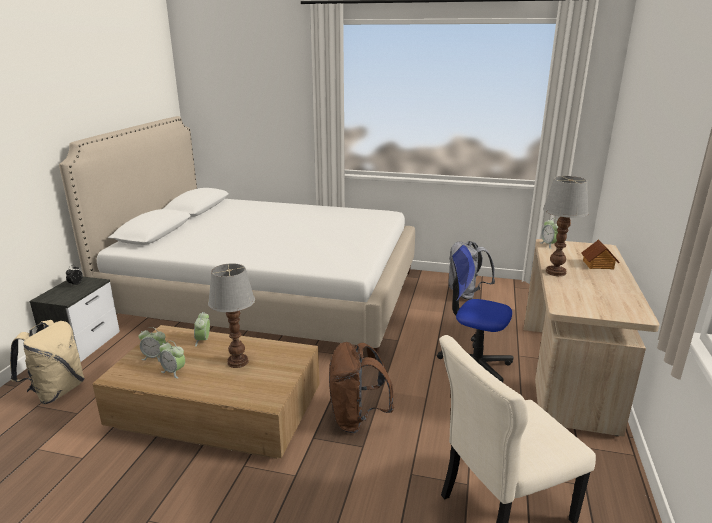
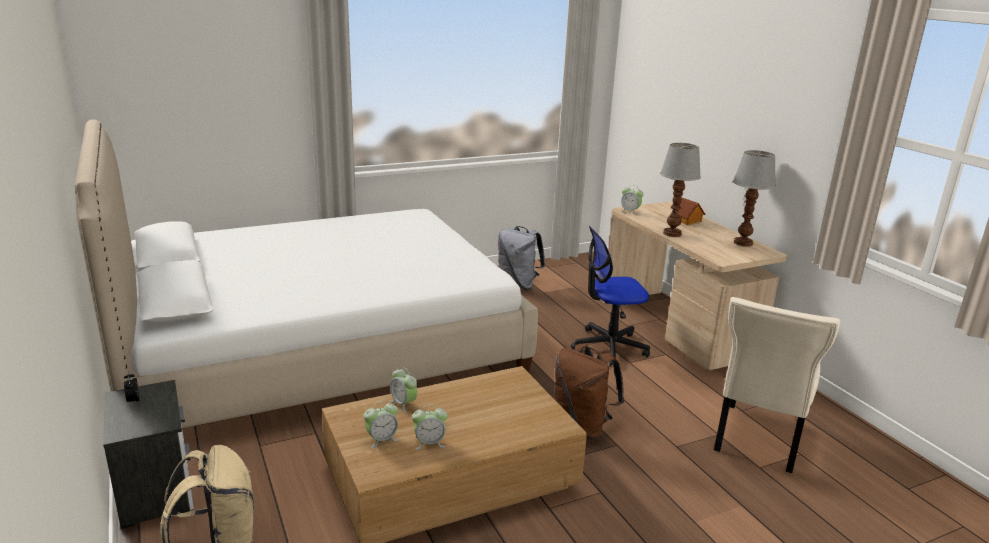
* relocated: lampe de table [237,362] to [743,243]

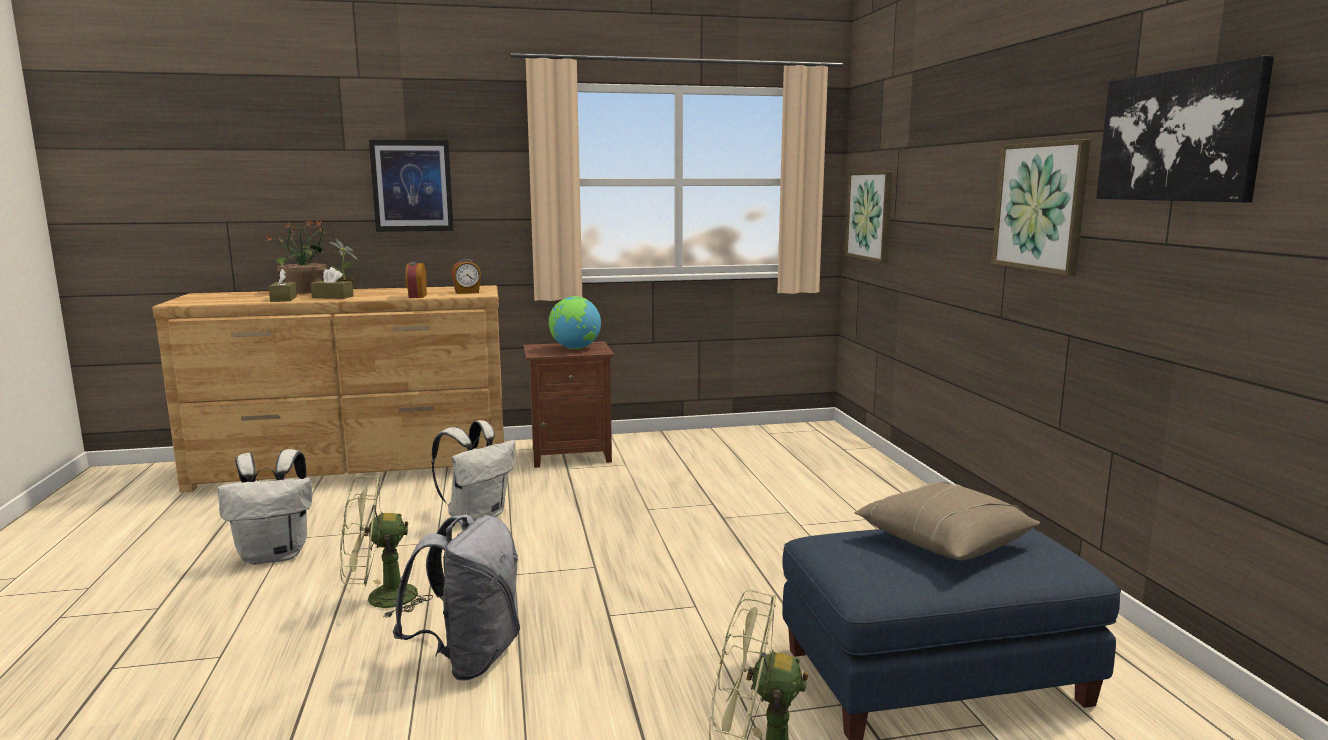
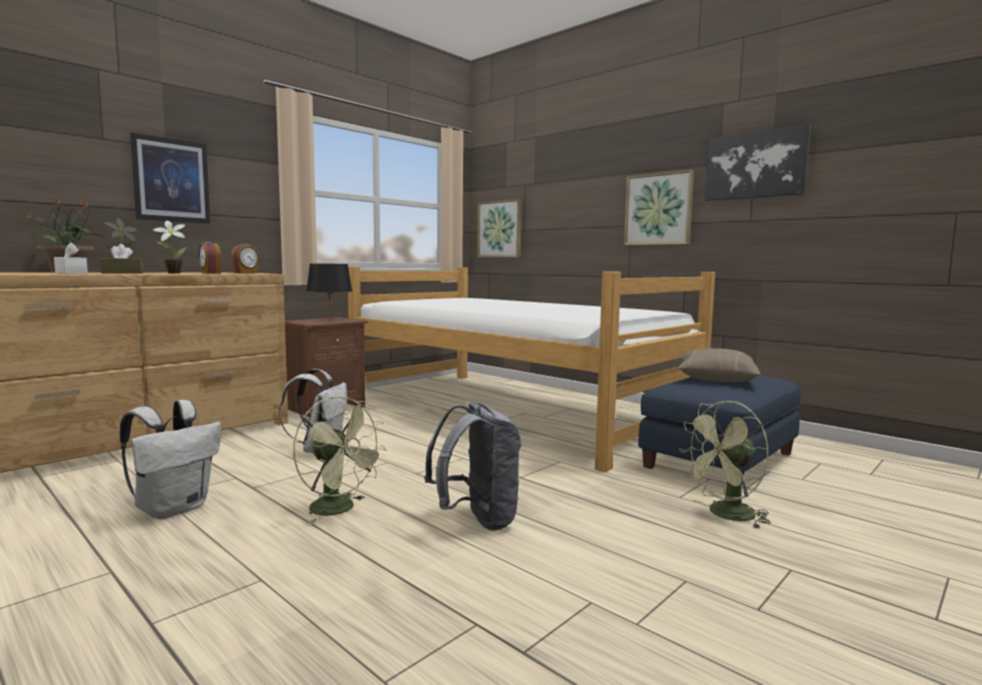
* colour: boîte à mouchoirs (marron) [283,299] to boîte à mouchoirs (blanc) [71,273]
* appeared: plante en pot [172,273]
* spun: ventilateur (vert) [380,600] = [340,510] 90 degrees counterclockwise
* exchanged: globe [575,348] to lampe de table (noir) [330,320]
* appeared: lit [513,410]

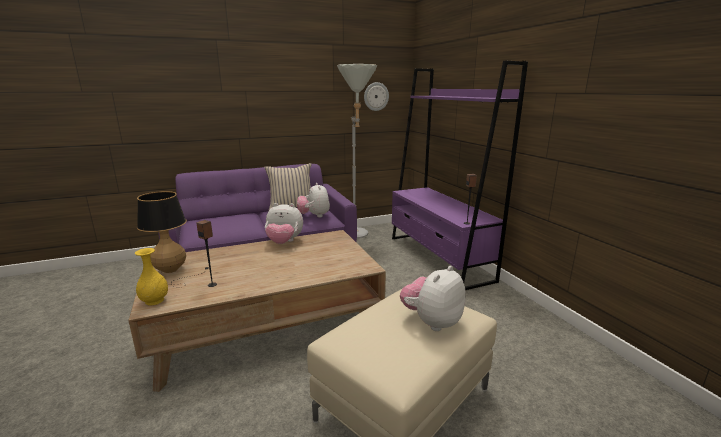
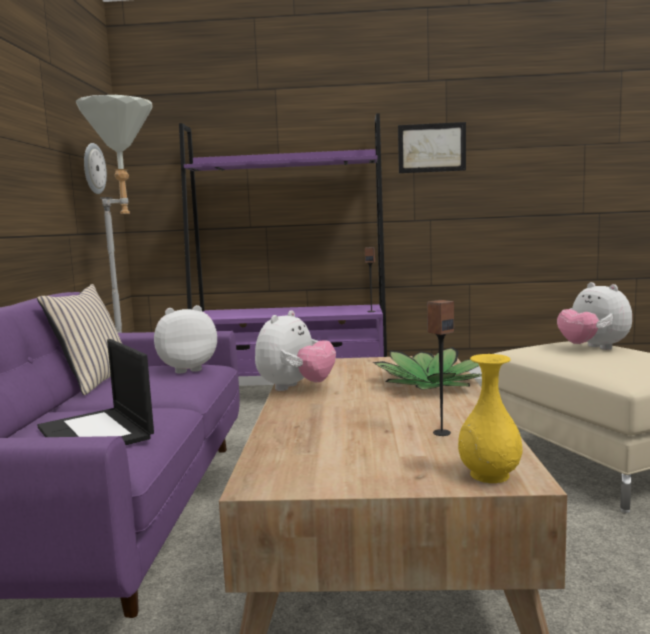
* appeared: ordinateur portable [96,433]
* spun: peluche [314,216] = [187,369] 150 degrees clockwise
* appeared: plante en pot [432,383]
* appeared: tableau [431,148]
* missing: lampe de table [172,272]

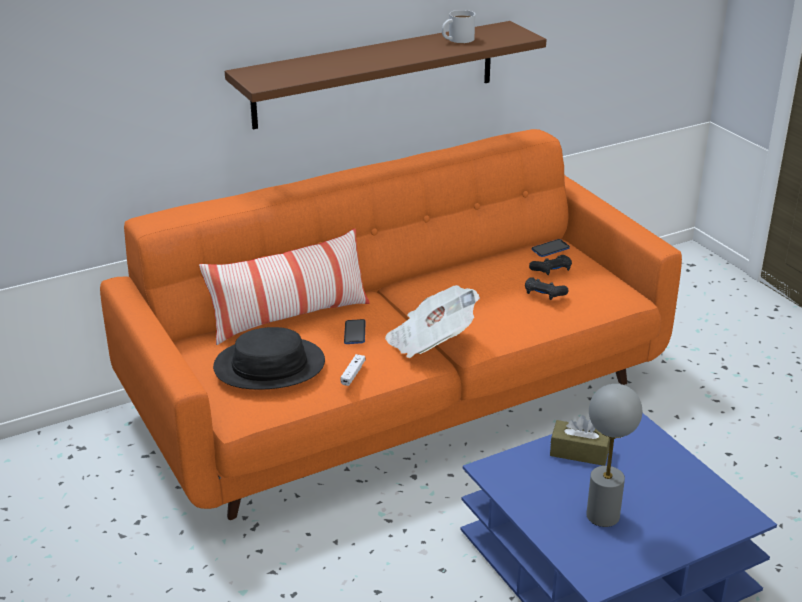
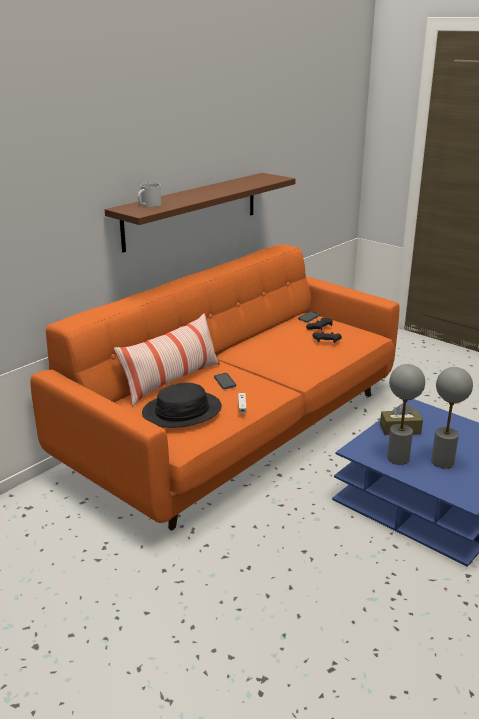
* relocated: mug (blanc) [457,40] to [148,205]
* appeared: lampe de table (gris) [398,458]
* missing: journal [431,341]

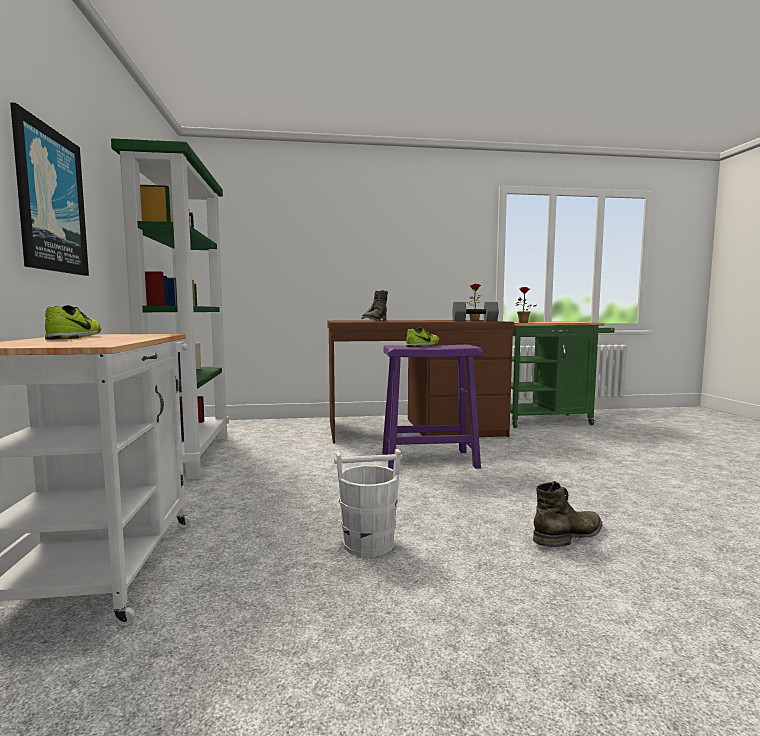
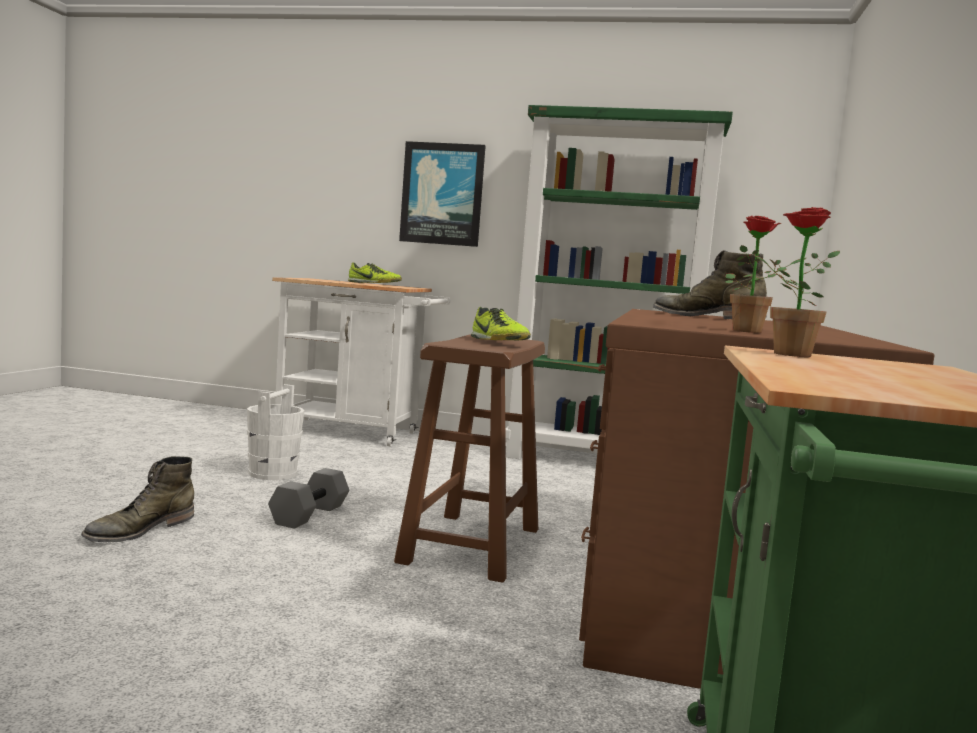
* spun: botte (vert) [569,535] = [139,529] 45 degrees clockwise
* relocated: haltère (gris) [474,321] to [308,514]
* colour: tabouret (violet) [428,460] to tabouret (marron) [472,545]

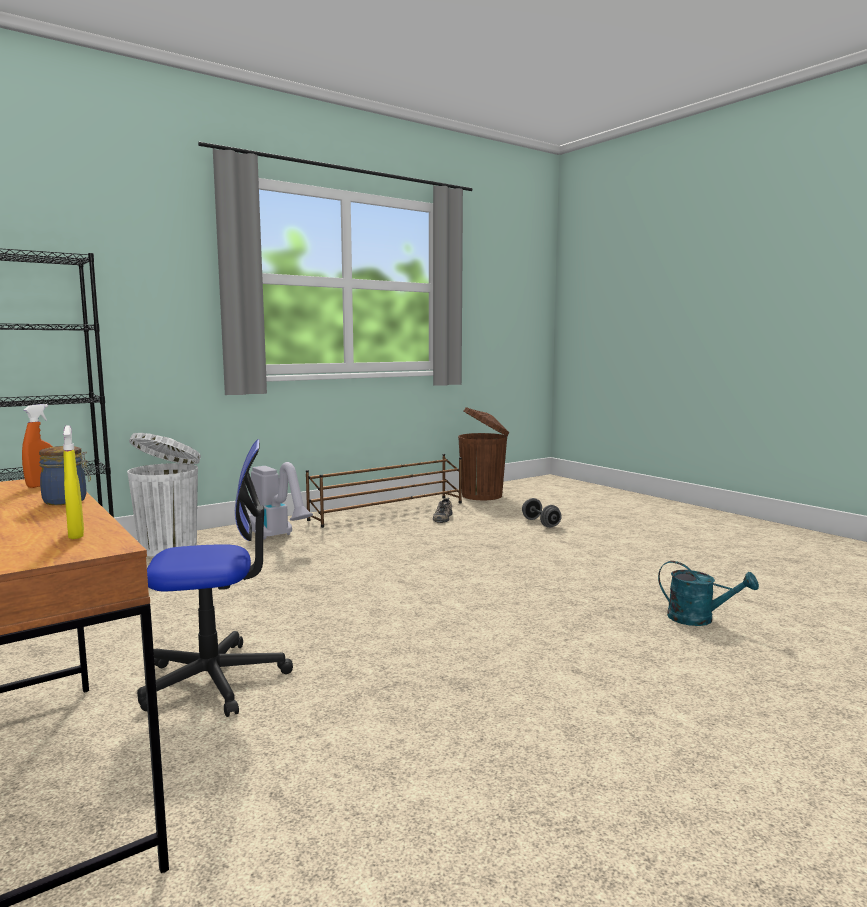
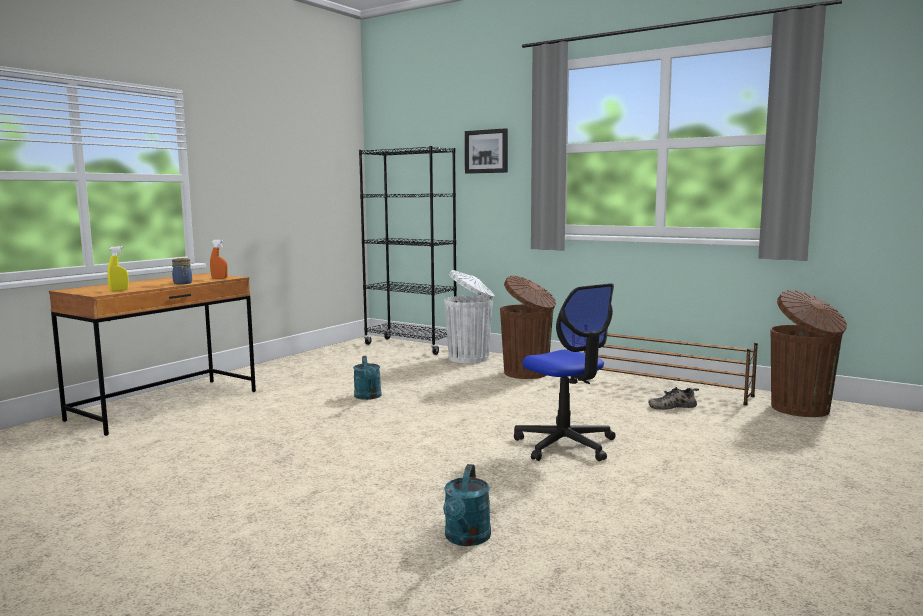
* appeared: arrosoir (turquoise) [368,397]
* appeared: tableau [486,151]
* exchanged: aspirateur [277,537] to poubelle (marron) [527,373]
* relocated: chaise de bureau [215,680] to [565,445]
* missing: haltère (gris) [540,523]

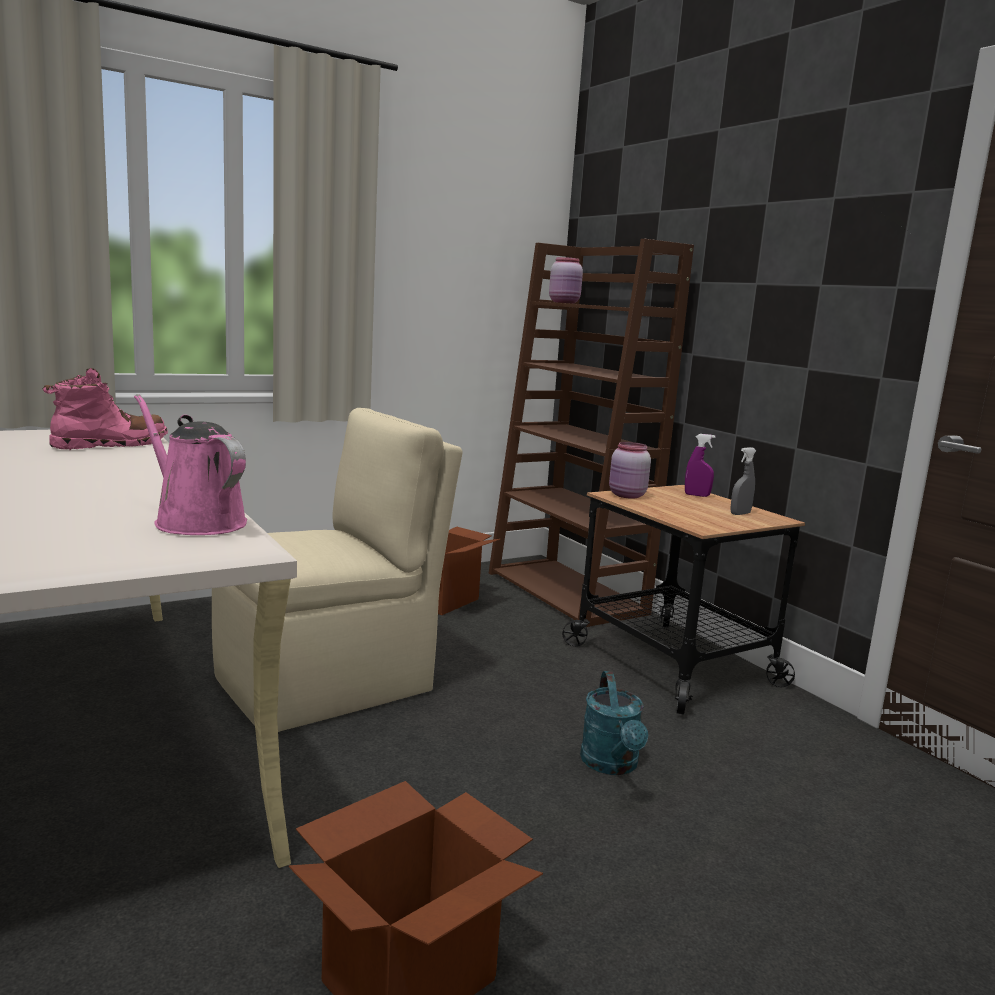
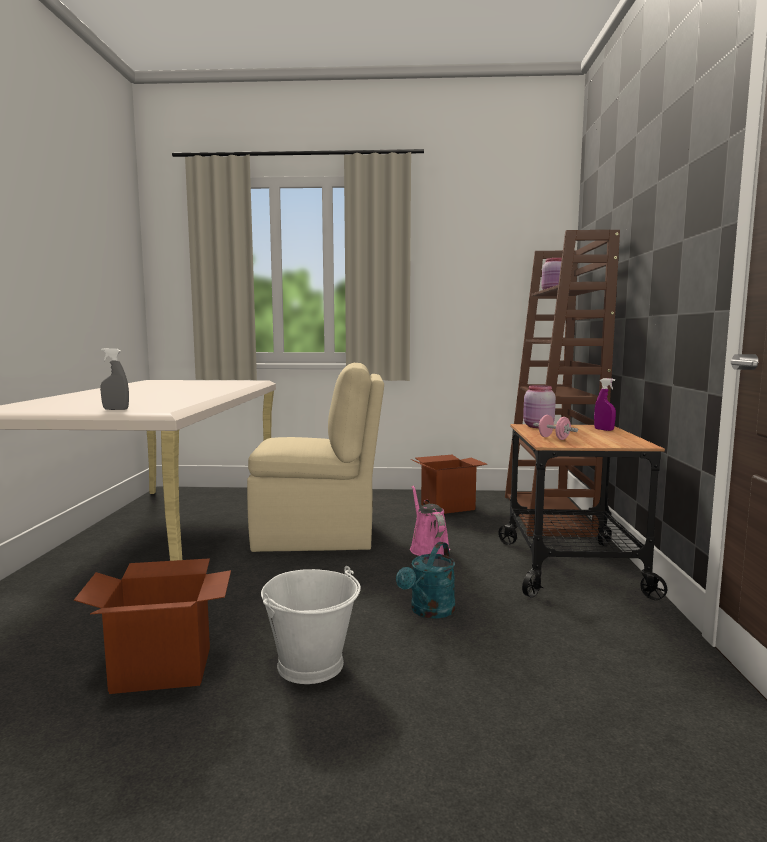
* relocated: vaporisateur (gris) [740,514] to [115,409]
* appeared: seau (blanc) [311,664]
* relocated: arrosoir (rose) [195,521] to [428,548]
* appeared: haltère (rose) [554,438]
* missing: botte (rose) [111,444]

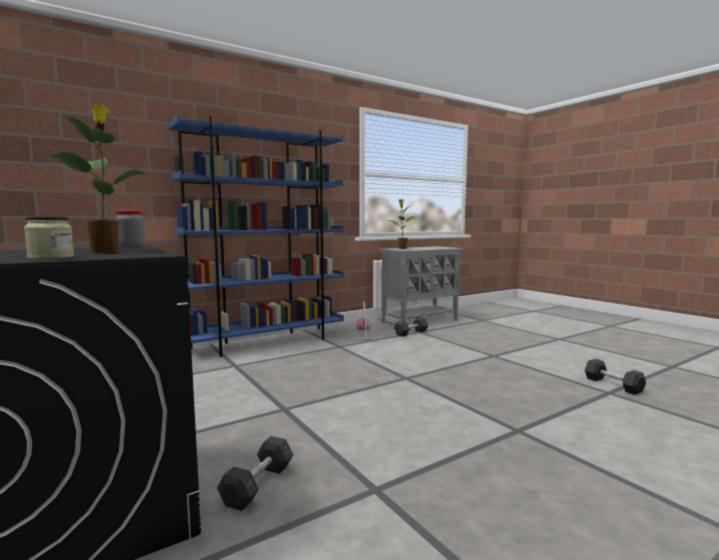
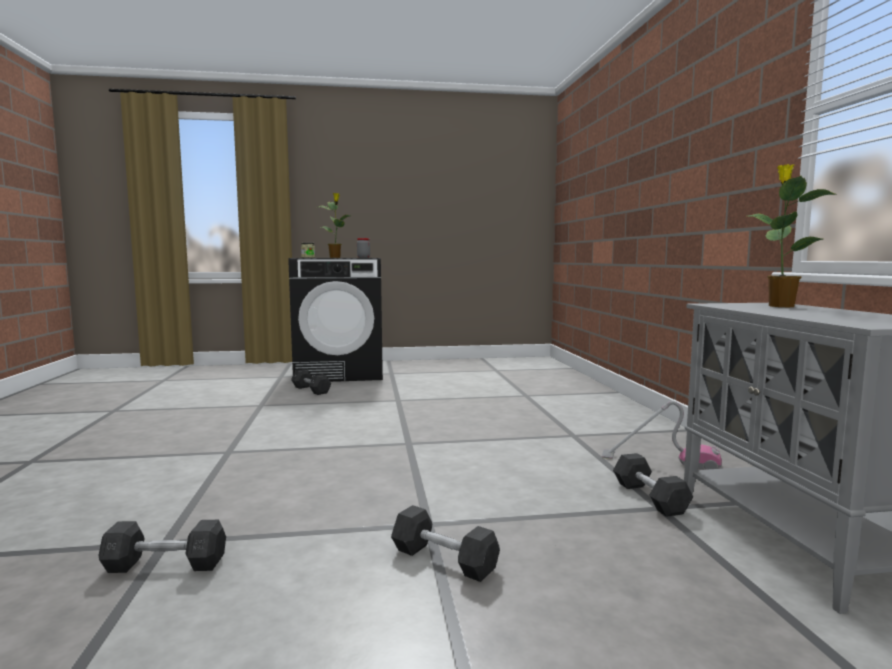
* appeared: haltère (gris) [444,560]
* missing: bibliothèque (bleu) [267,342]

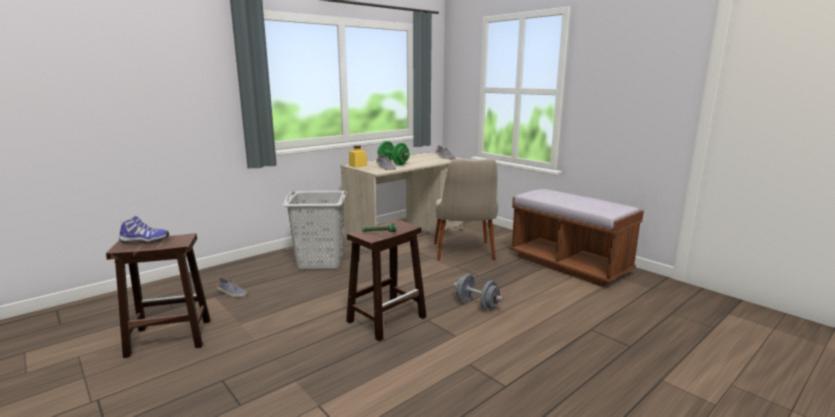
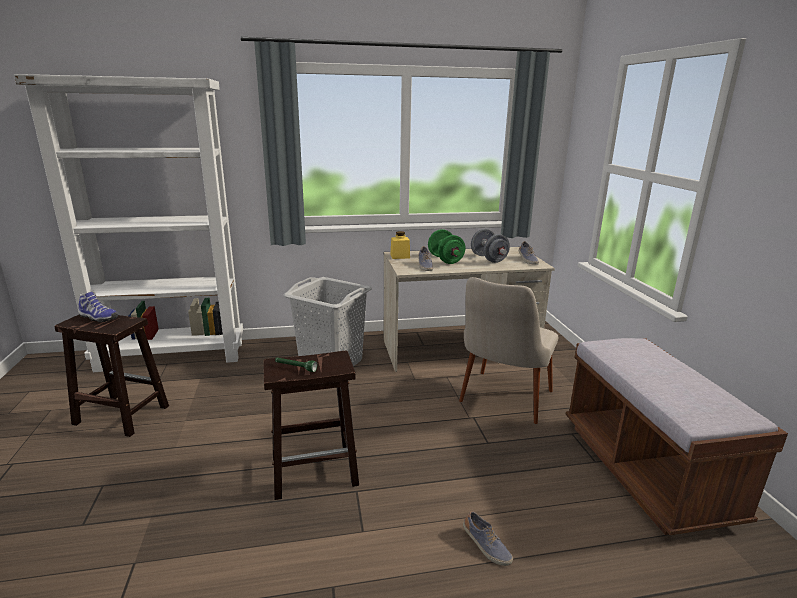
* appeared: bibliothèque (blanc) [173,356]
* relocated: chaussure [231,293] to [486,546]
* relocated: haltère (gris) [477,304] to [488,259]

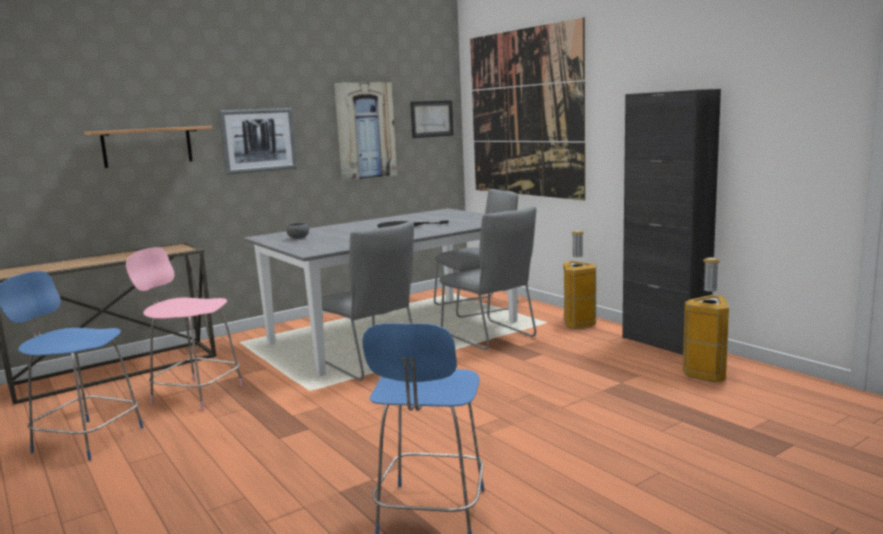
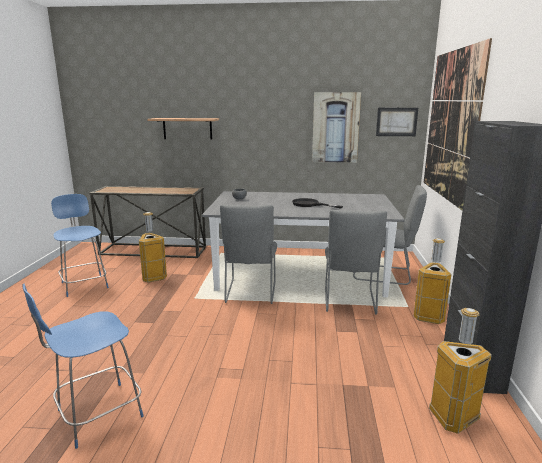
* exchanged: tabouret (rose) [195,394] to poubelle [153,277]
* missing: tableau [258,140]

